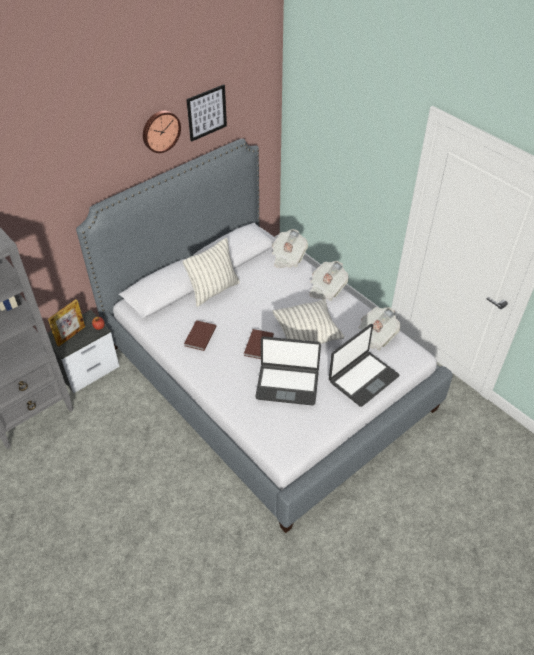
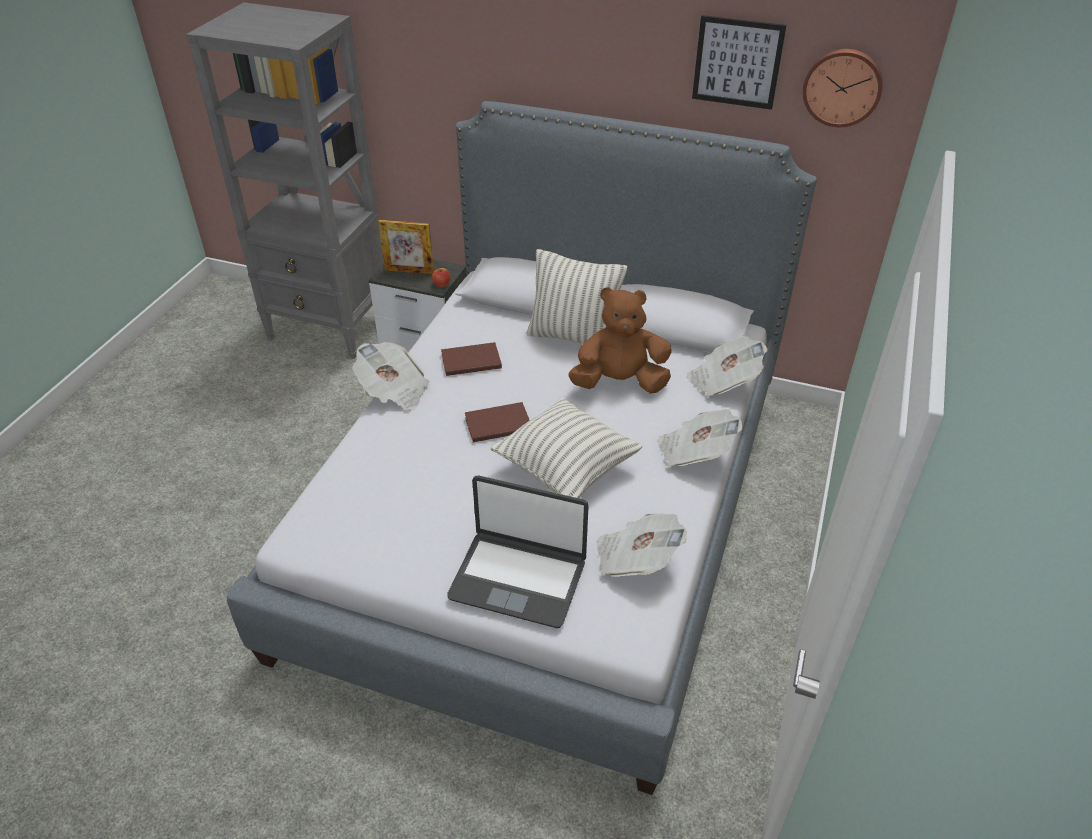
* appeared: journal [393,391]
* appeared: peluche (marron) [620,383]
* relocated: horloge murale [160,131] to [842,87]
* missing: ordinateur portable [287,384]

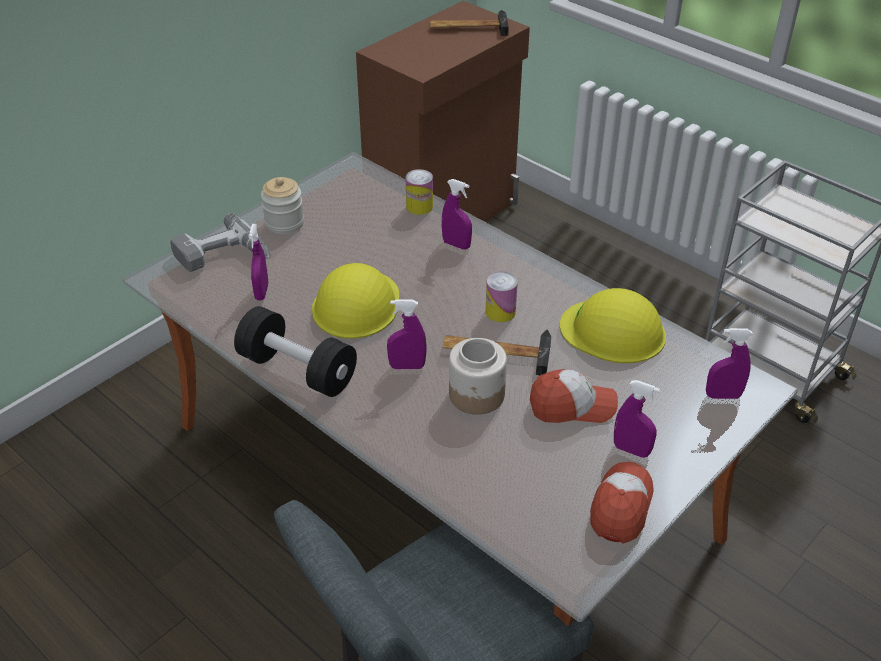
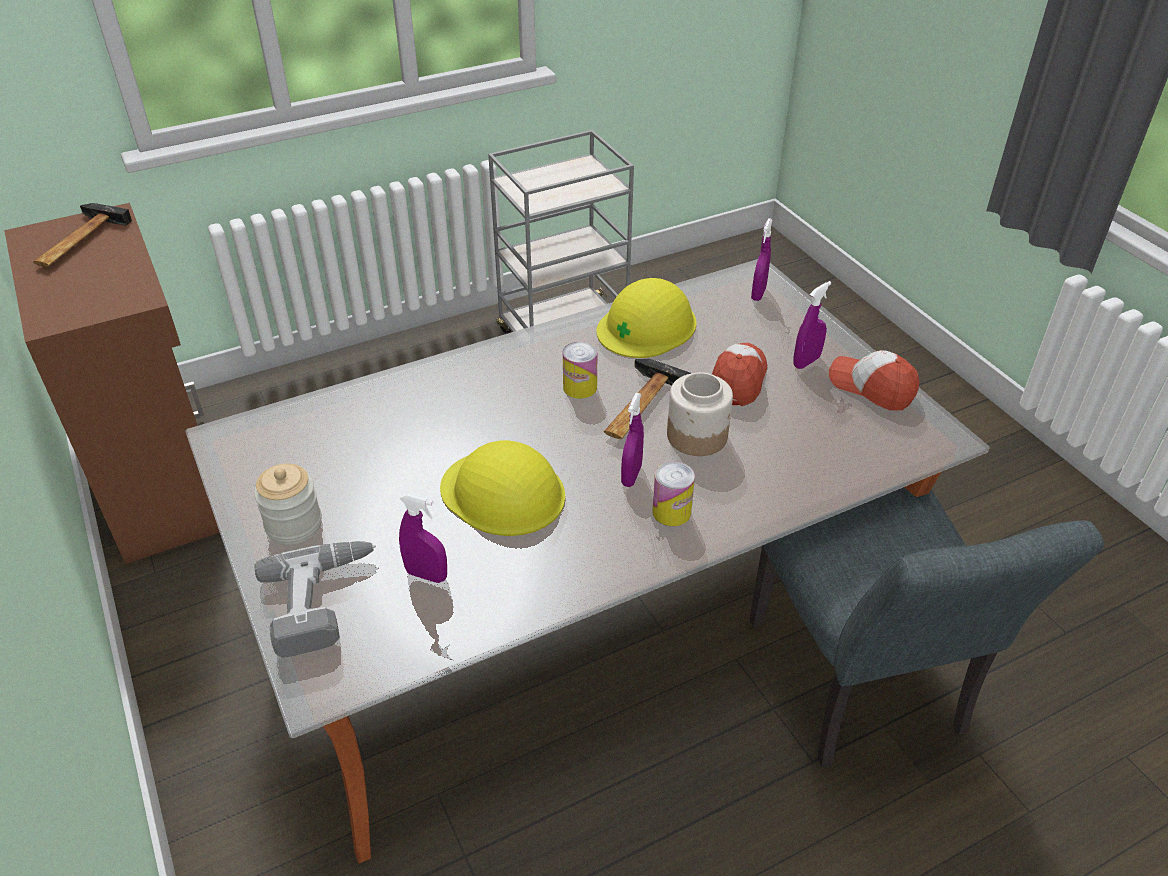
* relocated: boîte métallique [419,207] to [671,512]
* missing: haltère (noir) [297,370]
* missing: vaporisateur (violet) [456,244]

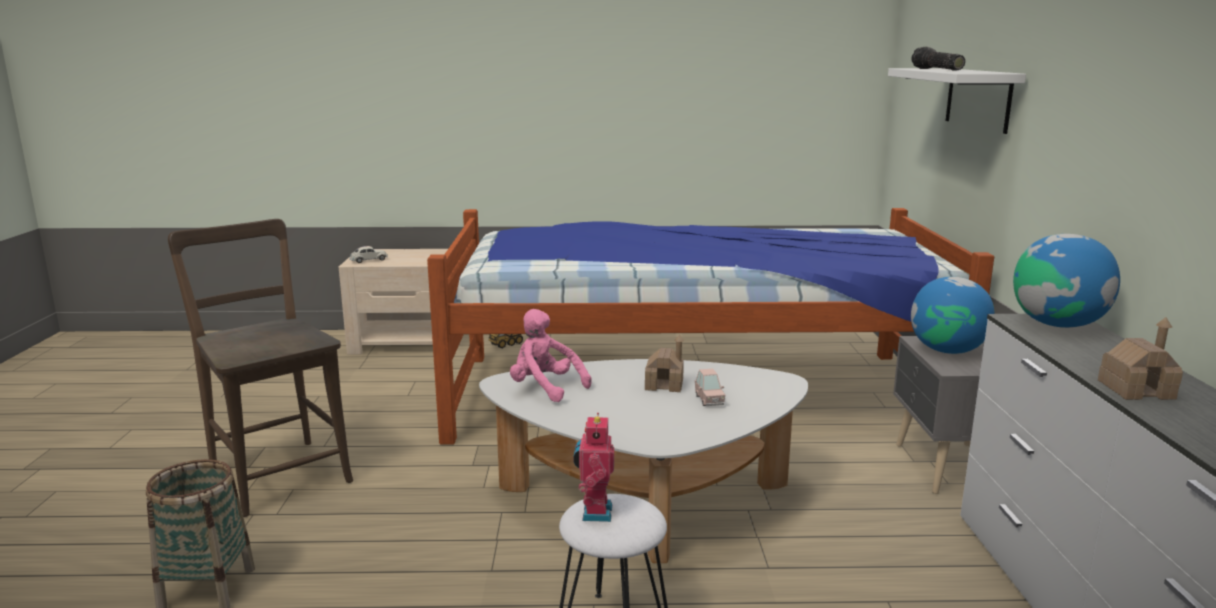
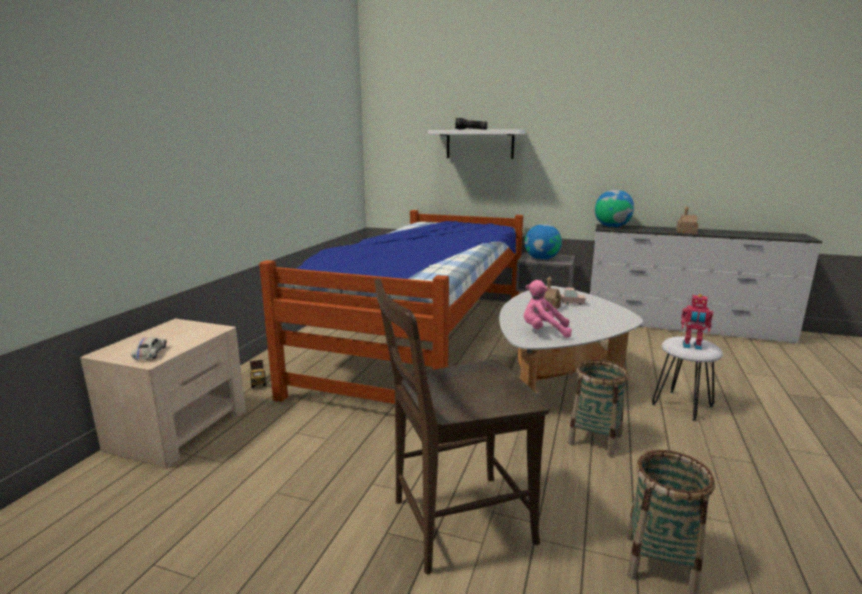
* spun: peluche (rose) [545,388] = [543,332] 45 degrees clockwise
* appeared: panier [594,439]

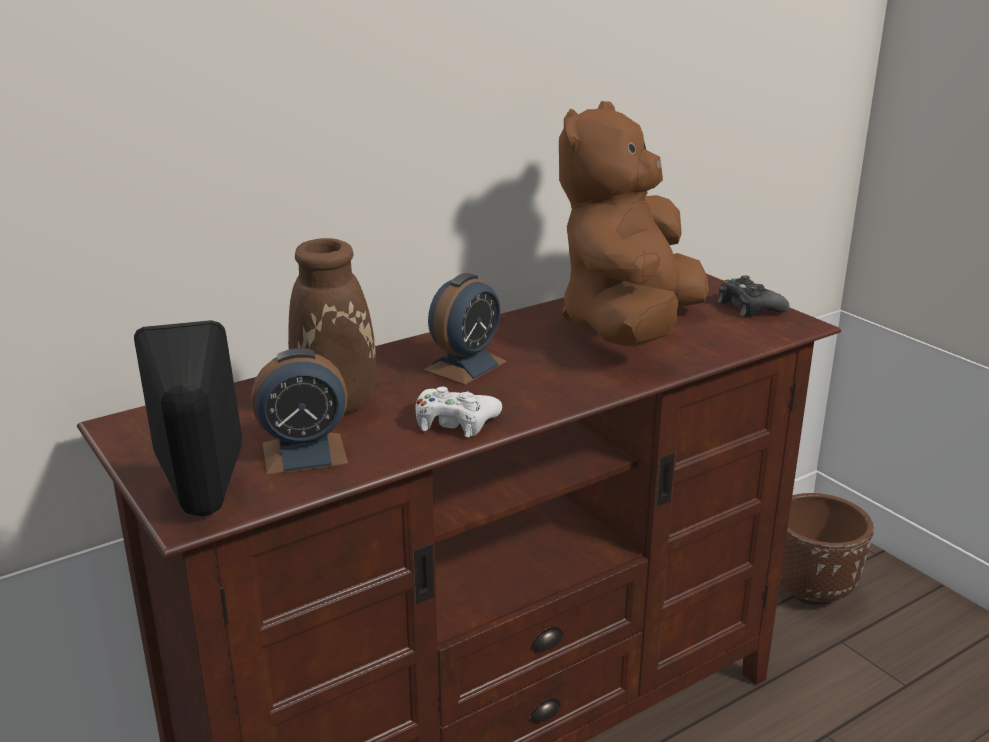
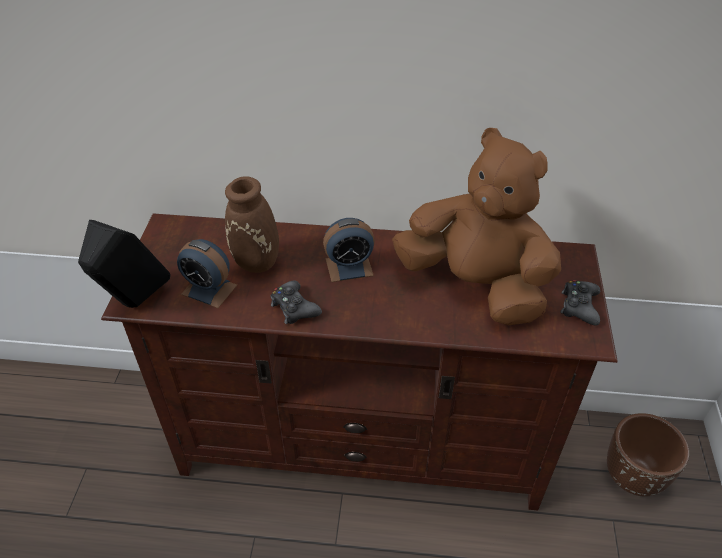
* colour: manette (blanc) [455,422] to manette (noir) [294,308]
* spun: peluche (marron) [629,328] = [475,285] 60 degrees clockwise

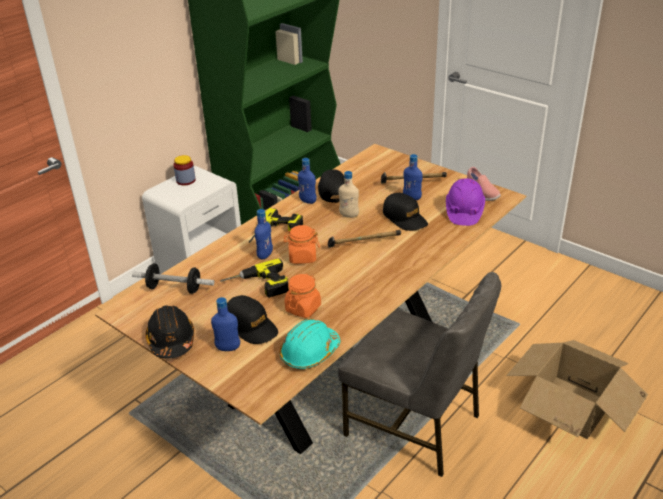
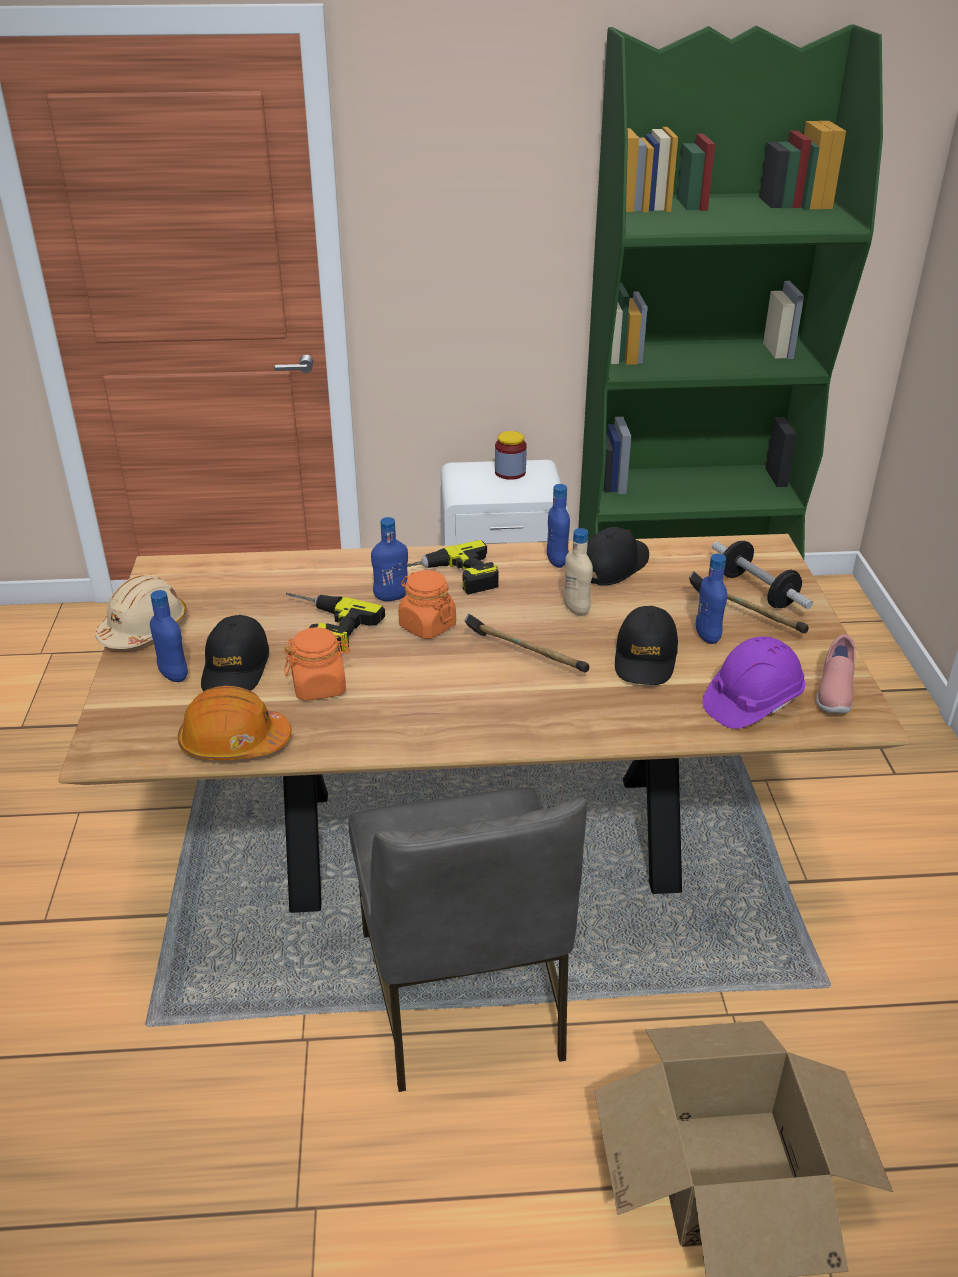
* colour: casque de chantier (noir) [171,340] to casque de chantier (beige) [144,629]
* colour: casque de chantier (turquoise) [310,352] to casque de chantier (orange) [234,742]
* relocated: haltère [174,288] to [757,591]

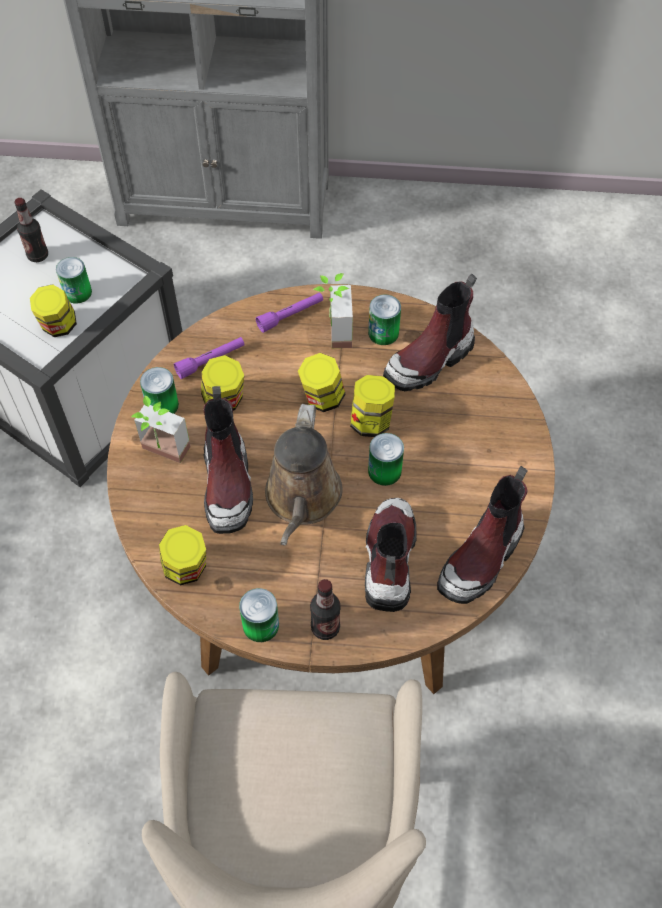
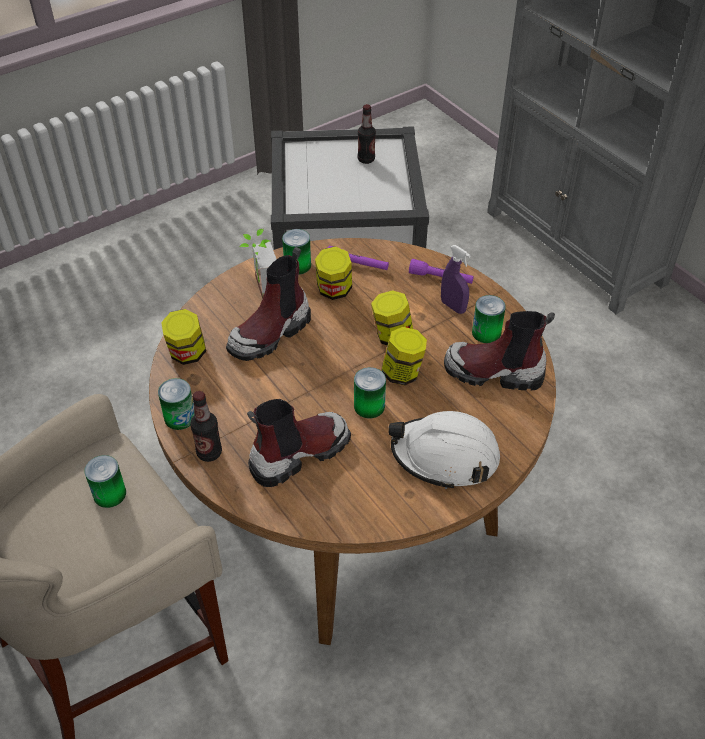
* relocated: boîte métallique [78,292] to [109,494]
* appeared: casque de chantier (blanc) [445,456]
* exchanged: plante en pot [332,332] to vaporisateur (violet) [453,306]
* missing: bocal [58,326]
* missing: arrosoir (marron) [302,499]
* missing: botte [481,558]

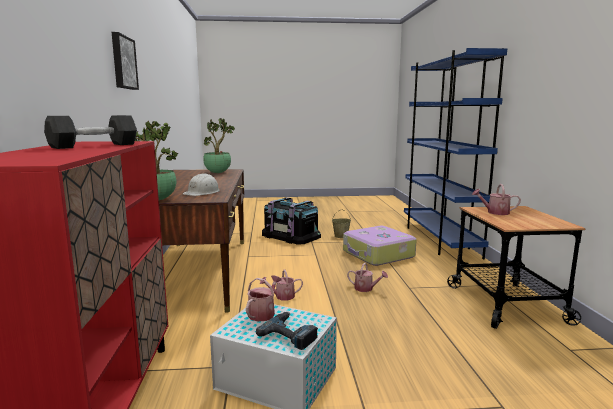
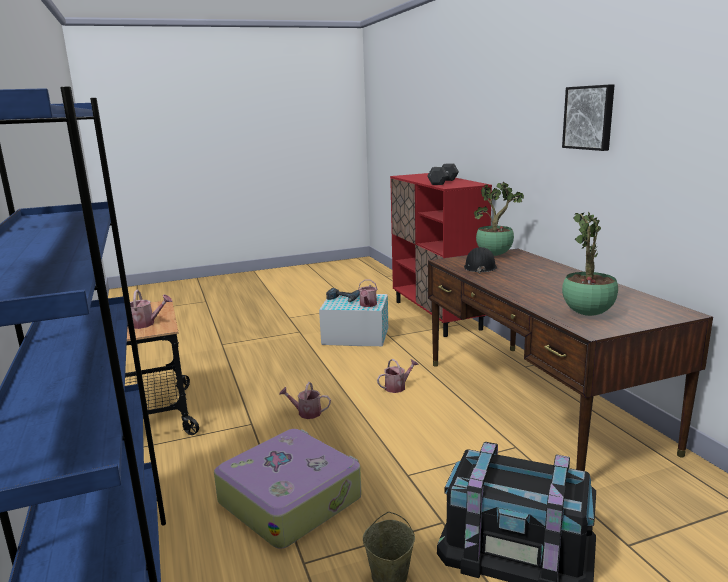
* colour: casque de chantier (blanc) [202,192] to casque de chantier (noir) [480,267]

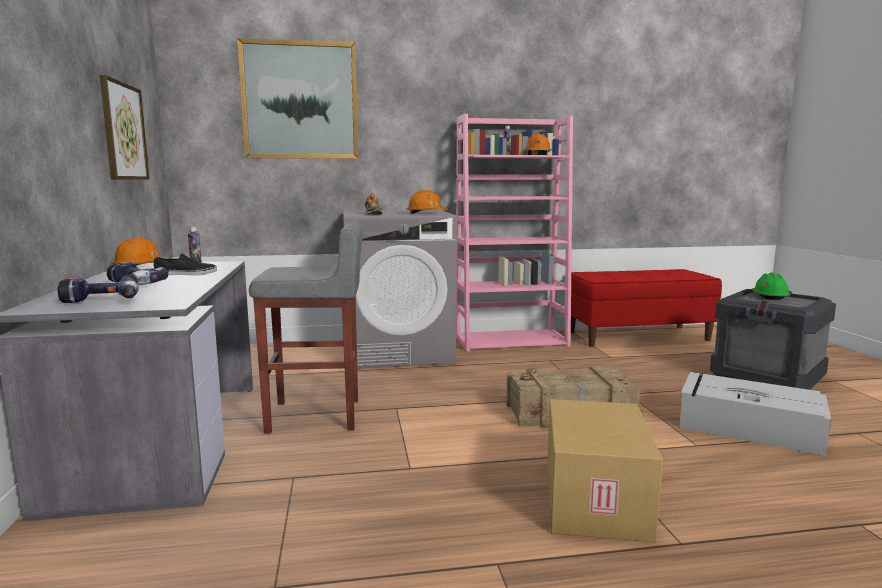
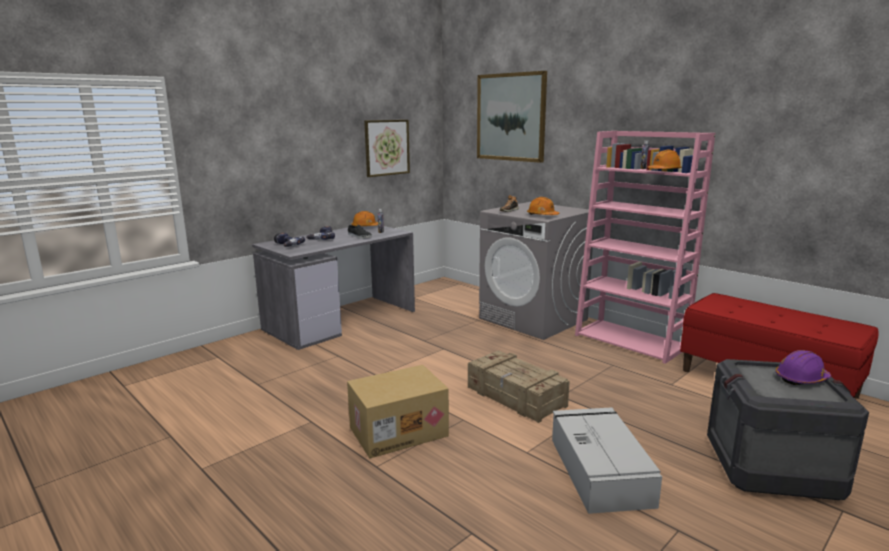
* colour: casque de chantier (vert) [769,296] to casque de chantier (violet) [801,379]
* missing: tabouret (gris) [316,416]

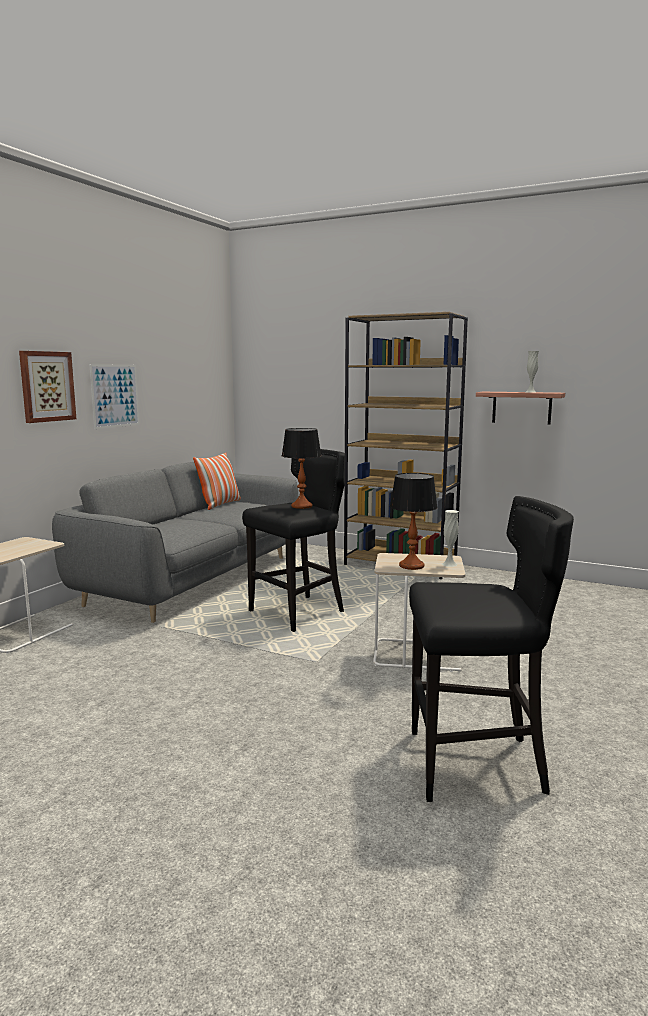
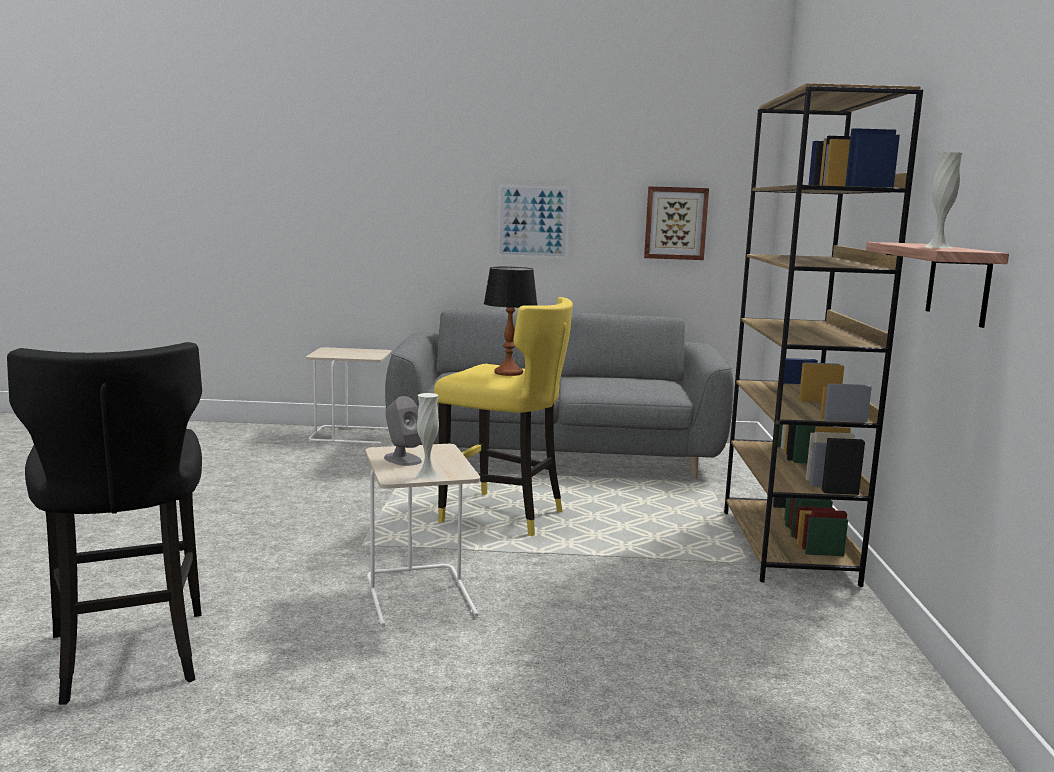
* exchanged: lampe de table [411,566] to enceinte (gris) [402,459]
* colour: tabouret (noir) [299,613] to tabouret (jaune) [503,516]
* relocated: tableau [47,386] to [675,223]
* missing: coussin [219,504]

